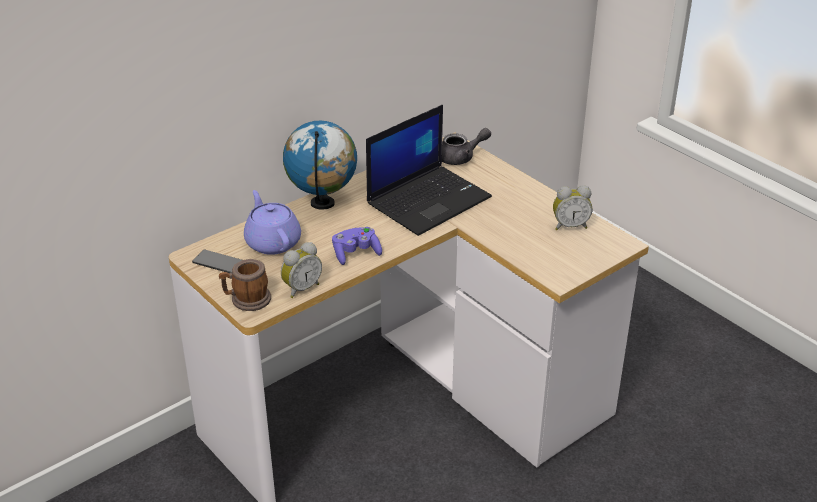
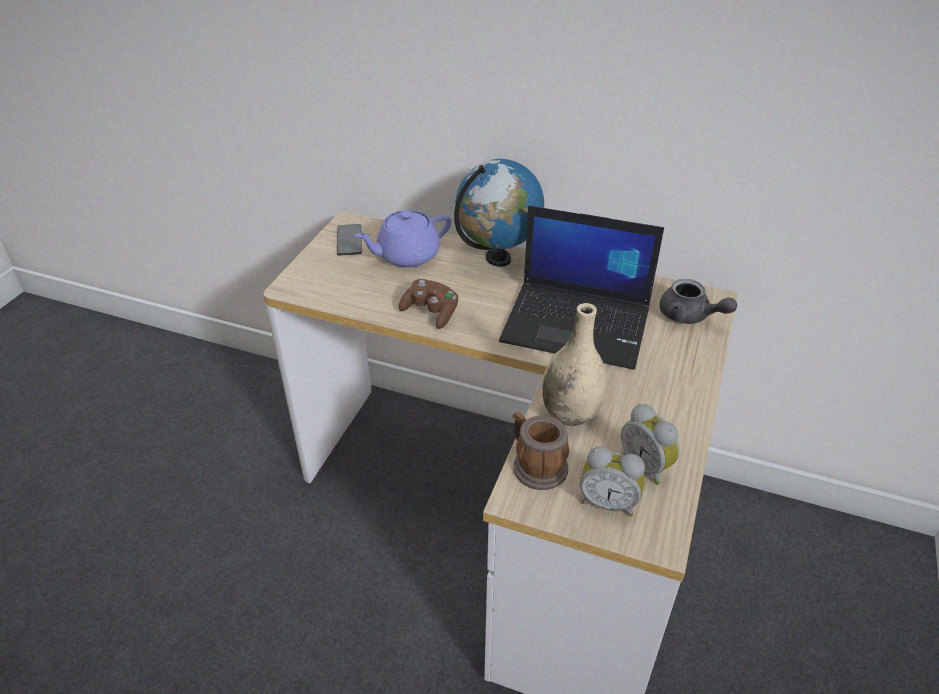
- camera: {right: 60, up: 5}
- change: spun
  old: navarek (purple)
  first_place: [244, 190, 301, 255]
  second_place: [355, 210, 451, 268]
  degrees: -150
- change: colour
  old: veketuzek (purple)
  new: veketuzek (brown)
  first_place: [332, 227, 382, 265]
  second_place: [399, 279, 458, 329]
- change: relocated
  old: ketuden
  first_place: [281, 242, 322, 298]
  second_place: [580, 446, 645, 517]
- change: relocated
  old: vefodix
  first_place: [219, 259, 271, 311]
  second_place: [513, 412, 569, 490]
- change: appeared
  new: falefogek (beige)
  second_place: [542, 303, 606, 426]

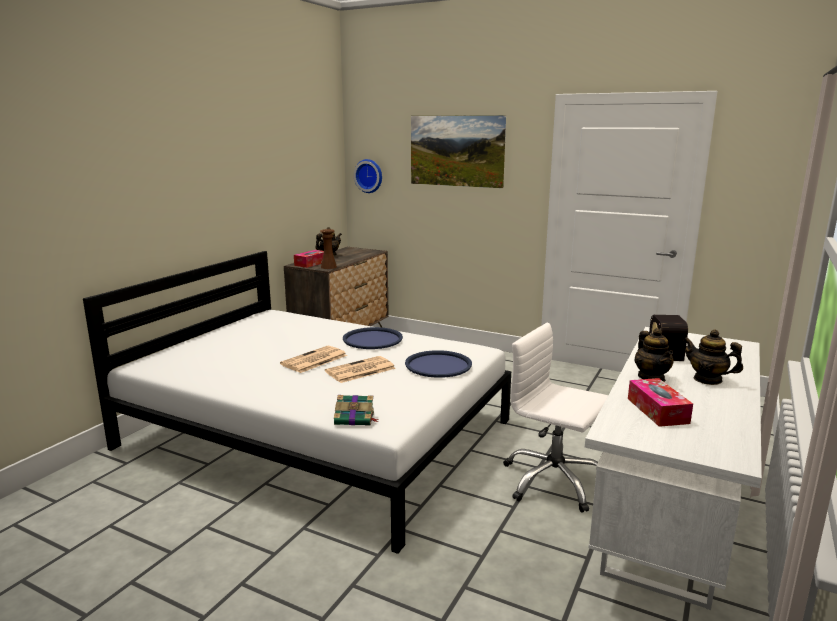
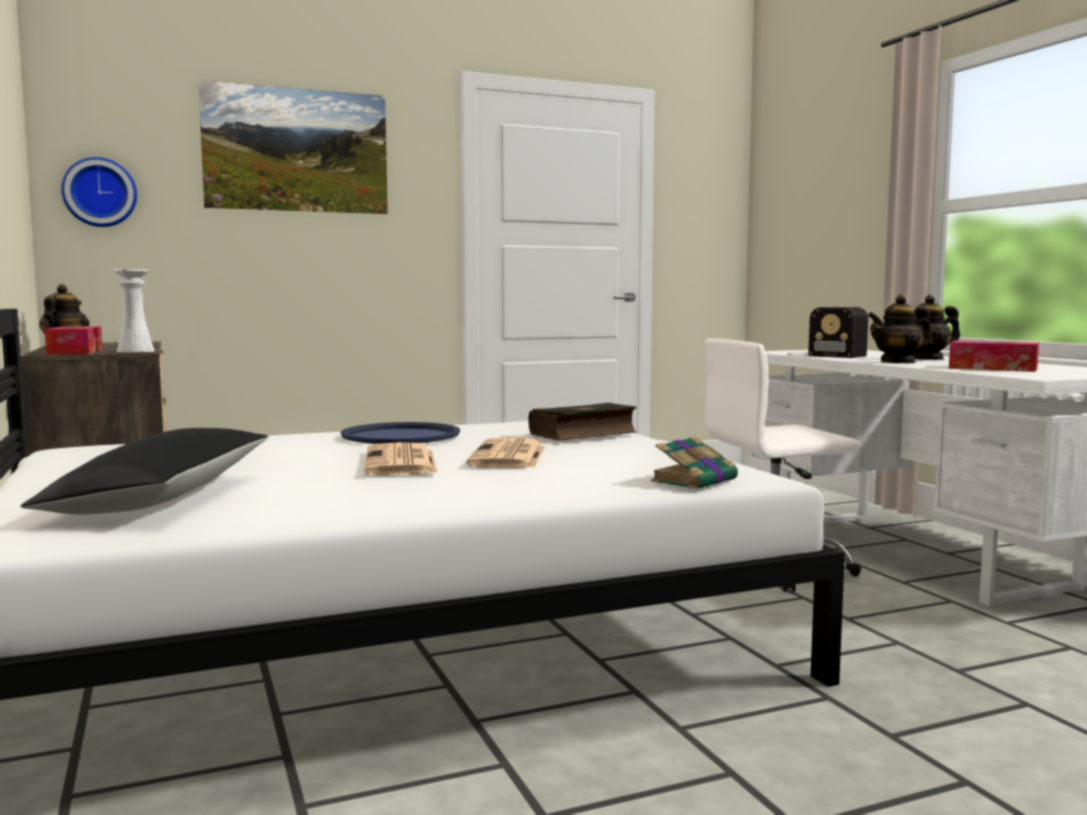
- camera: {right: -50, up: -10}
- change: colour
  old: falefogek (brown)
  new: falefogek (white)
  first_place: [320, 229, 337, 269]
  second_place: [114, 269, 155, 353]
- change: spun
  old: navarek
  first_place: [635, 328, 674, 382]
  second_place: [868, 295, 932, 363]
  degrees: 135
- change: exchanged
  old: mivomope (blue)
  new: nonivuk
  first_place: [405, 350, 472, 378]
  second_place: [529, 403, 637, 441]
- change: appeared
  new: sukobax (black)
  second_place: [20, 428, 268, 515]

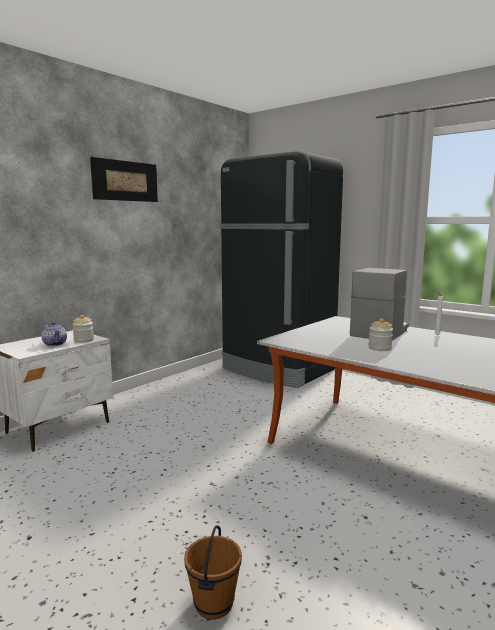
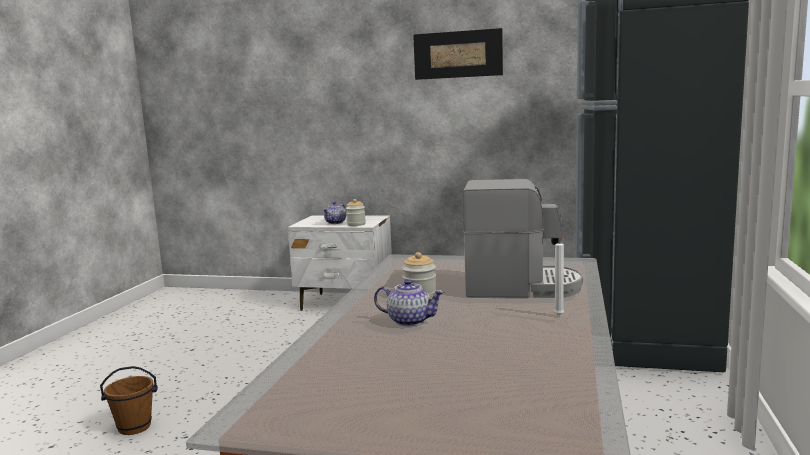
- camera: {right: 65, up: 0}
- change: appeared
  new: navarek
  second_place: [374, 279, 444, 326]

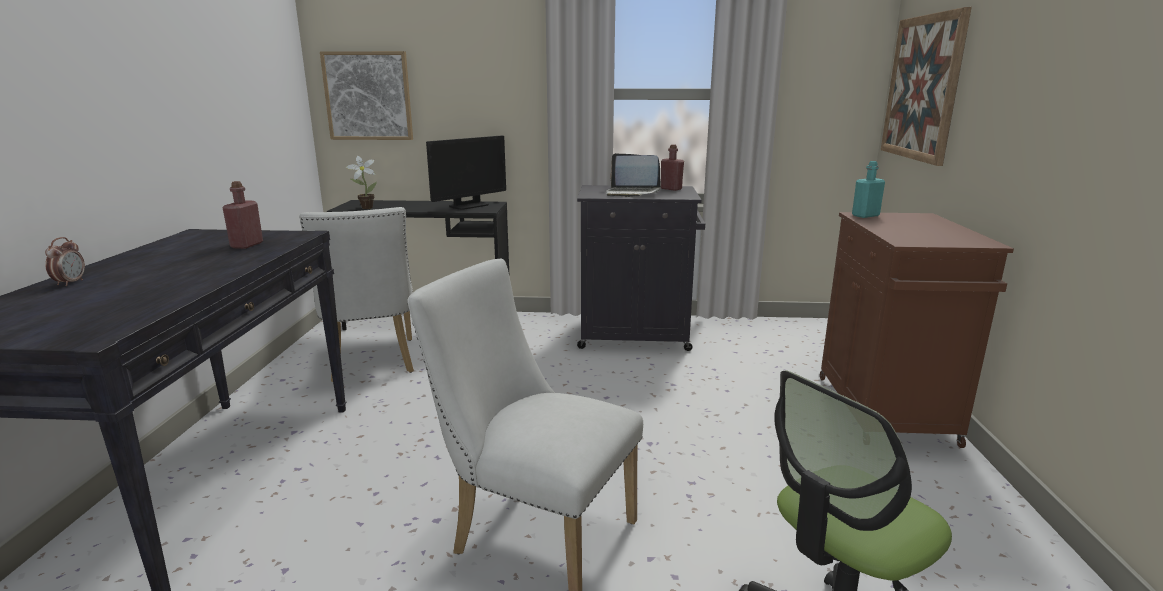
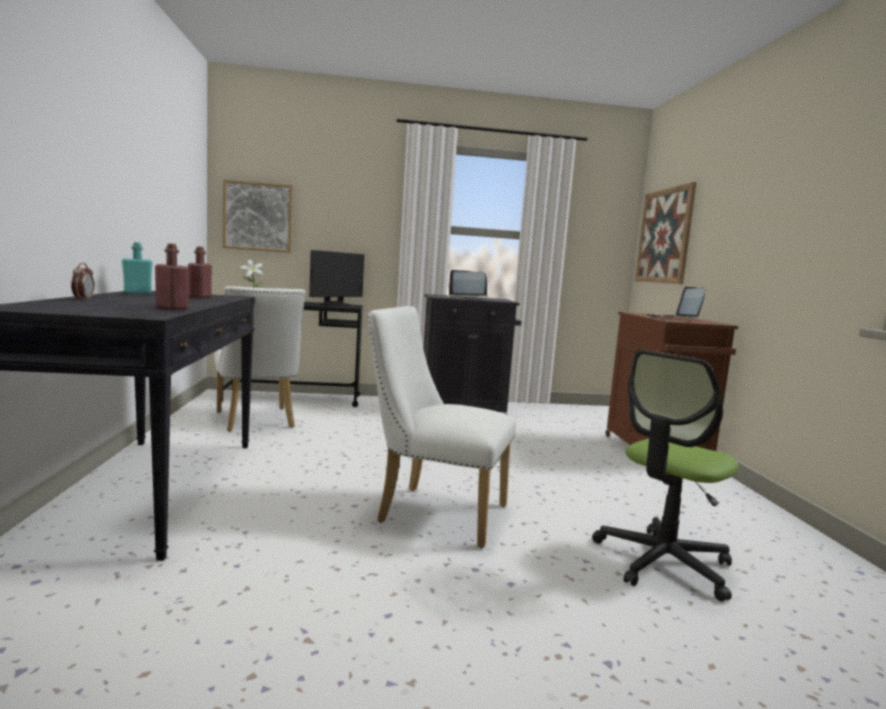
- camera: {right: -10, up: -10}
- change: relocated
  old: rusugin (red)
  first_place: [661, 144, 684, 191]
  second_place: [155, 243, 189, 310]
- change: relocated
  old: rusugin (turquoise)
  first_place: [852, 161, 885, 218]
  second_place: [122, 242, 153, 294]
- change: appeared
  new: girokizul
  second_place: [646, 287, 706, 318]

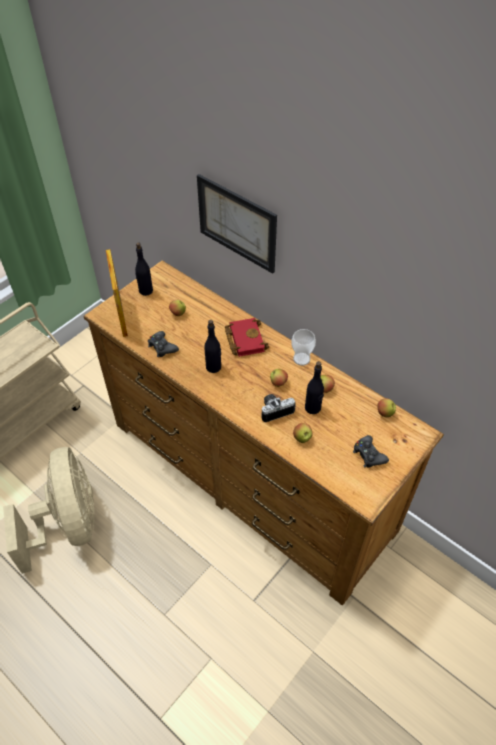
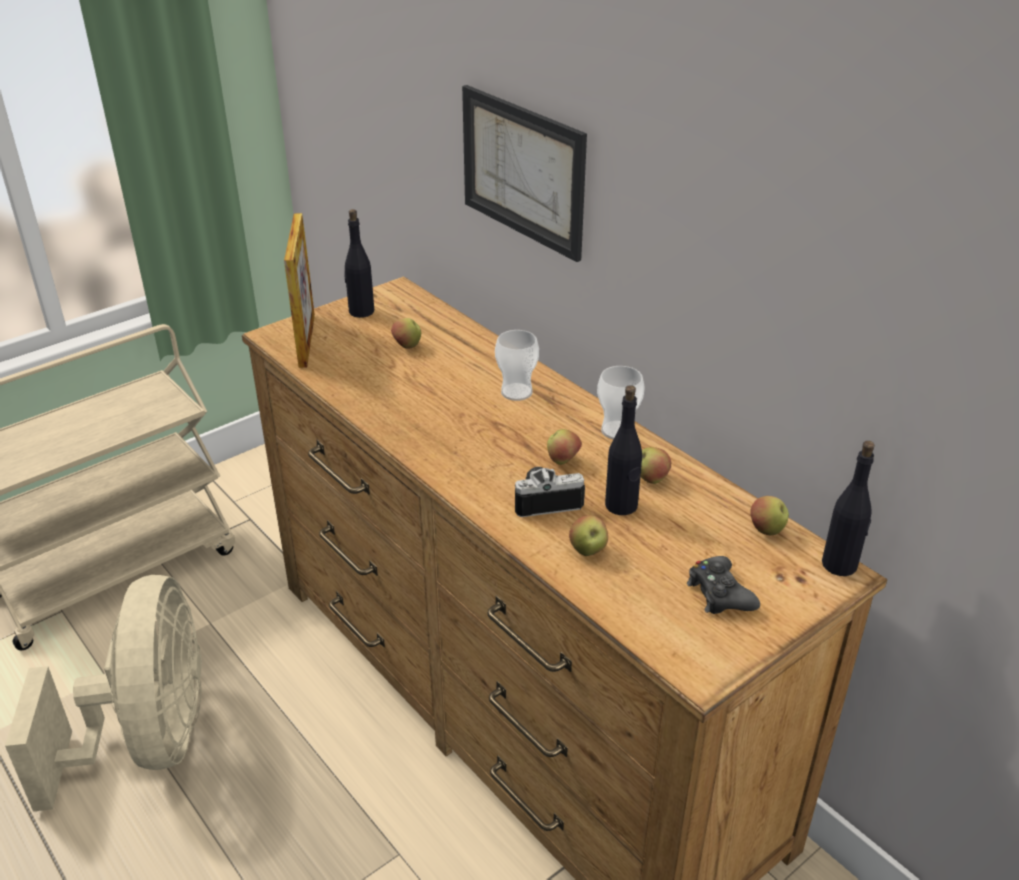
- camera: {right: 10, up: -15}
- change: exchanged
  old: nonivuk (red)
  new: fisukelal
  first_place: [225, 318, 269, 357]
  second_place: [495, 330, 539, 401]
- change: relocated
  old: rusugin (black)
  first_place: [204, 320, 221, 373]
  second_place: [822, 441, 875, 576]
- change: missing
  old: veketuzek (black)
  first_place: [148, 331, 179, 357]

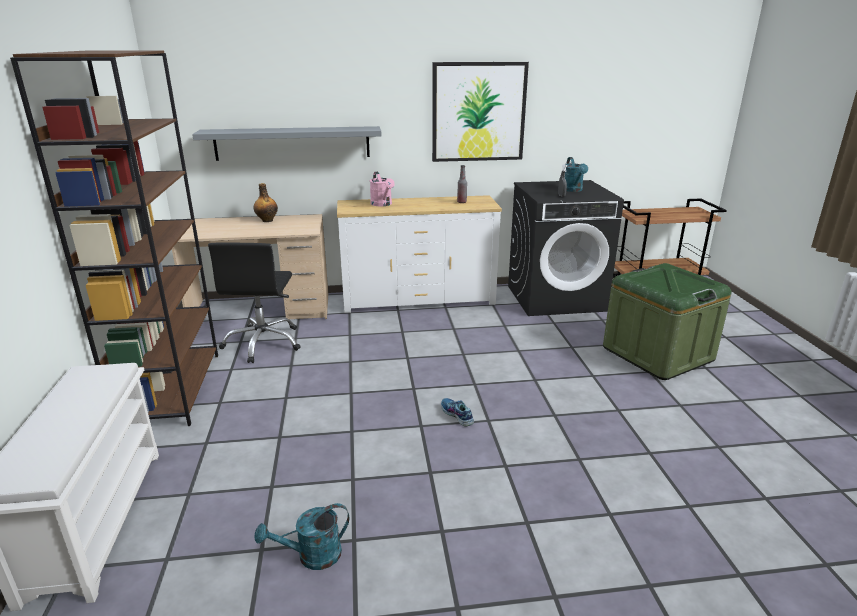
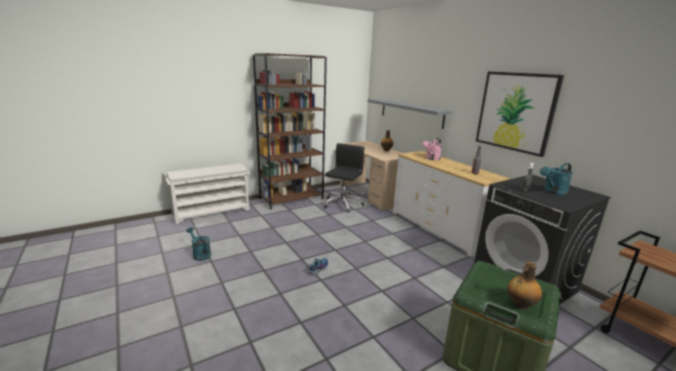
- camera: {right: 65, up: -5}
- change: spun
  old: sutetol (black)
  first_place: [208, 242, 301, 363]
  second_place: [324, 143, 365, 213]
  degrees: 135
- change: appeared
  new: rusugin
  second_place: [508, 262, 542, 309]

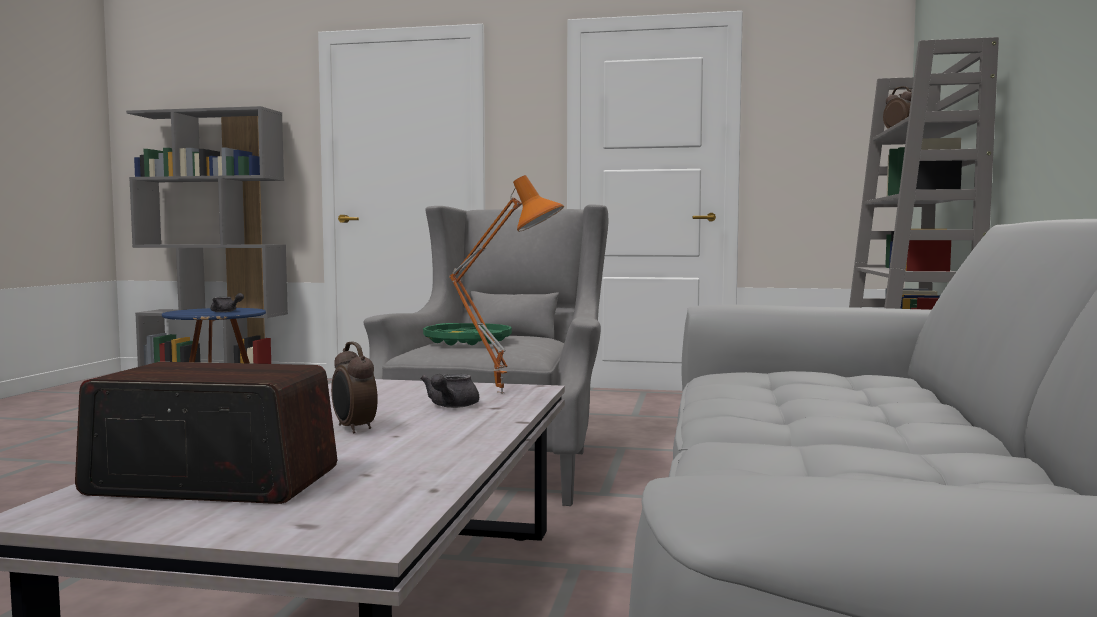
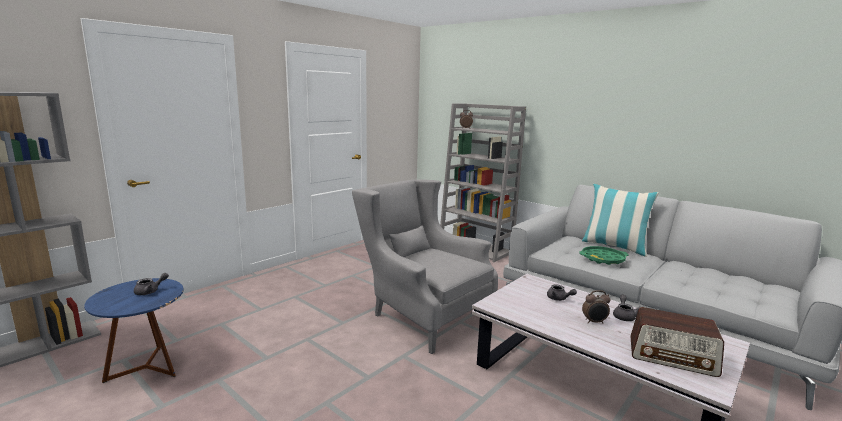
- camera: {right: -60, up: 10}
- change: missing
  old: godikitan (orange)
  first_place: [449, 175, 564, 394]
- change: relocated
  old: mivomope (green)
  first_place: [423, 323, 512, 345]
  second_place: [579, 246, 629, 265]
- change: spun
  old: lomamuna
  first_place: [75, 362, 337, 504]
  second_place: [630, 307, 724, 377]
  degrees: -105
- change: appeared
  new: sukobax
  second_place: [582, 184, 659, 257]
- change: appeared
  new: navarek (grey)
  second_place: [613, 295, 640, 321]

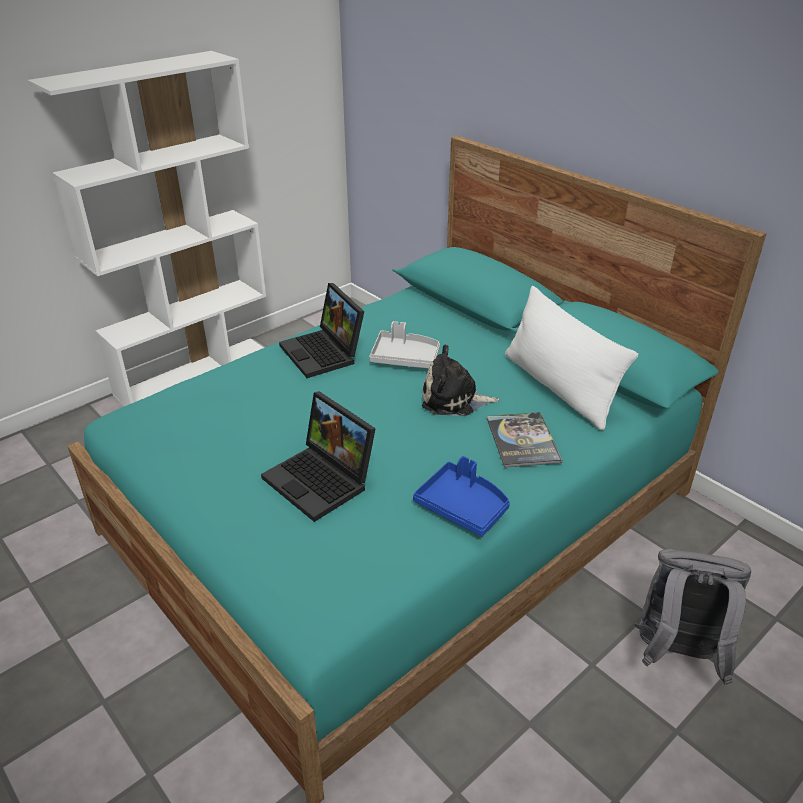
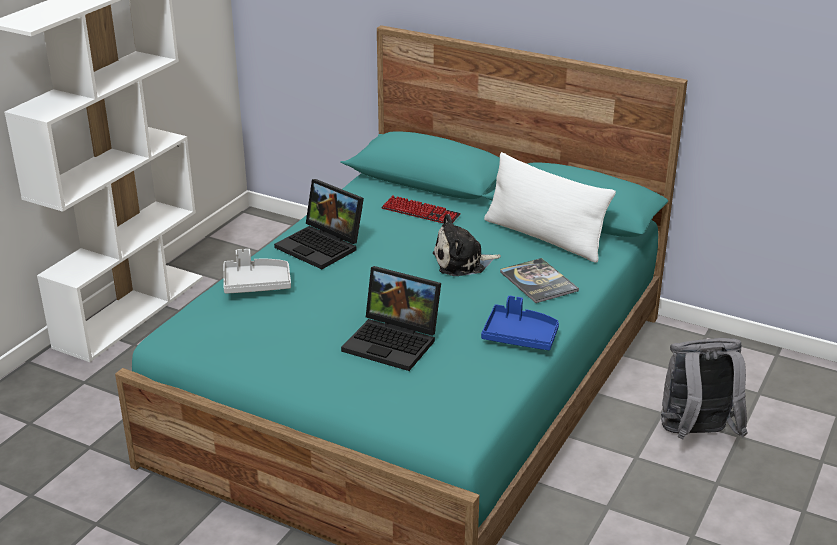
- camera: {right: -20, up: -5}
- change: relocated
  old: mivomope (grey)
  first_place: [369, 321, 440, 368]
  second_place: [223, 249, 291, 294]
- change: appeared
  new: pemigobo
  second_place: [381, 195, 461, 224]

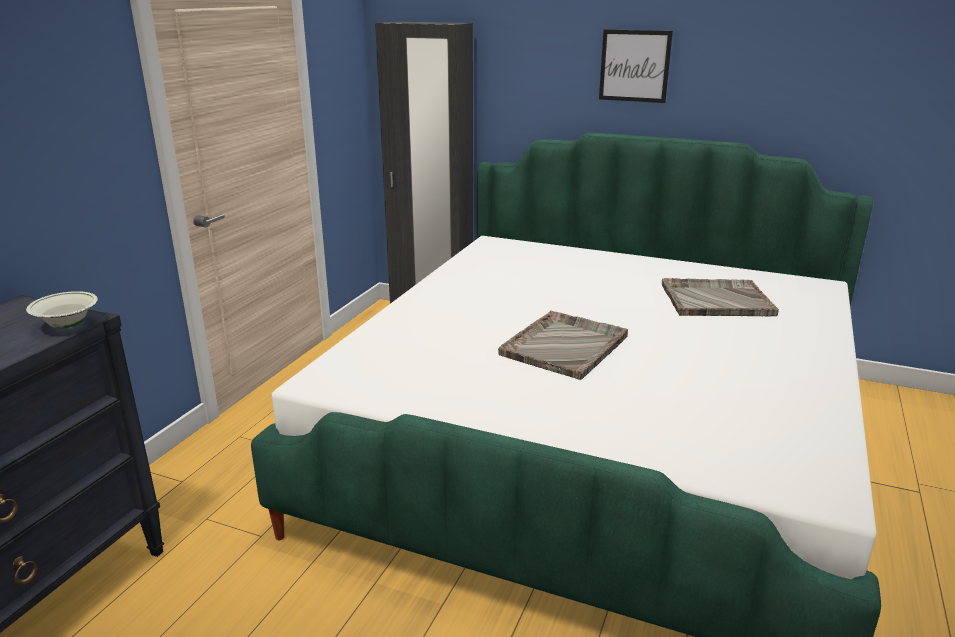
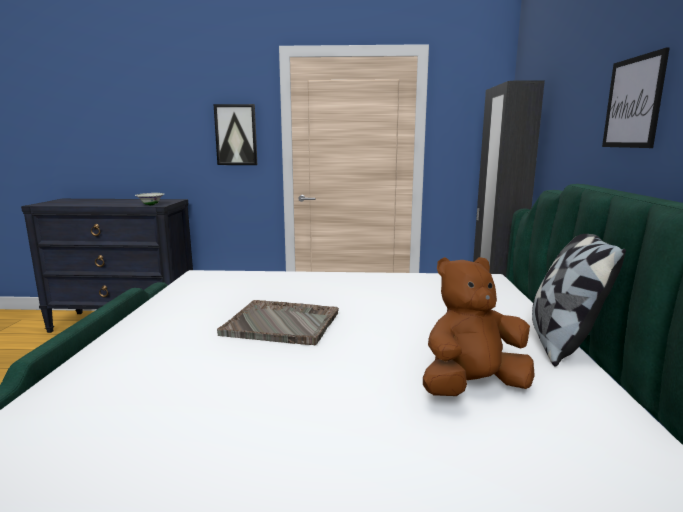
- camera: {right: 70, up: -10}
- change: exchanged
  old: mivomope (grey)
  new: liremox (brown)
  first_place: [662, 278, 779, 316]
  second_place: [423, 257, 535, 396]
- change: appeared
  new: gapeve
  second_place: [214, 104, 257, 165]
- change: appeared
  new: sukobax
  second_place: [532, 234, 626, 367]

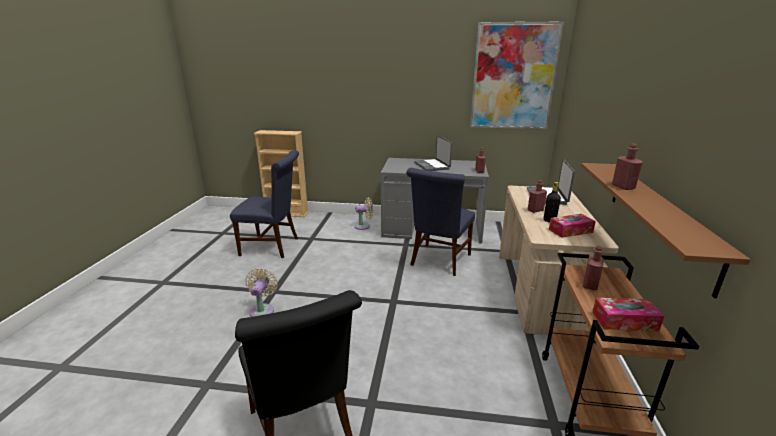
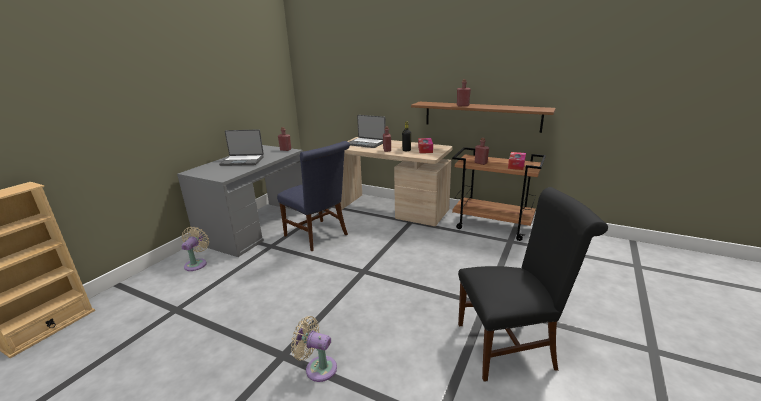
- camera: {right: -70, up: 0}
- change: missing
  old: gapeve
  first_place: [470, 22, 564, 129]
- change: missing
  old: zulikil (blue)
  first_place: [230, 150, 299, 258]

